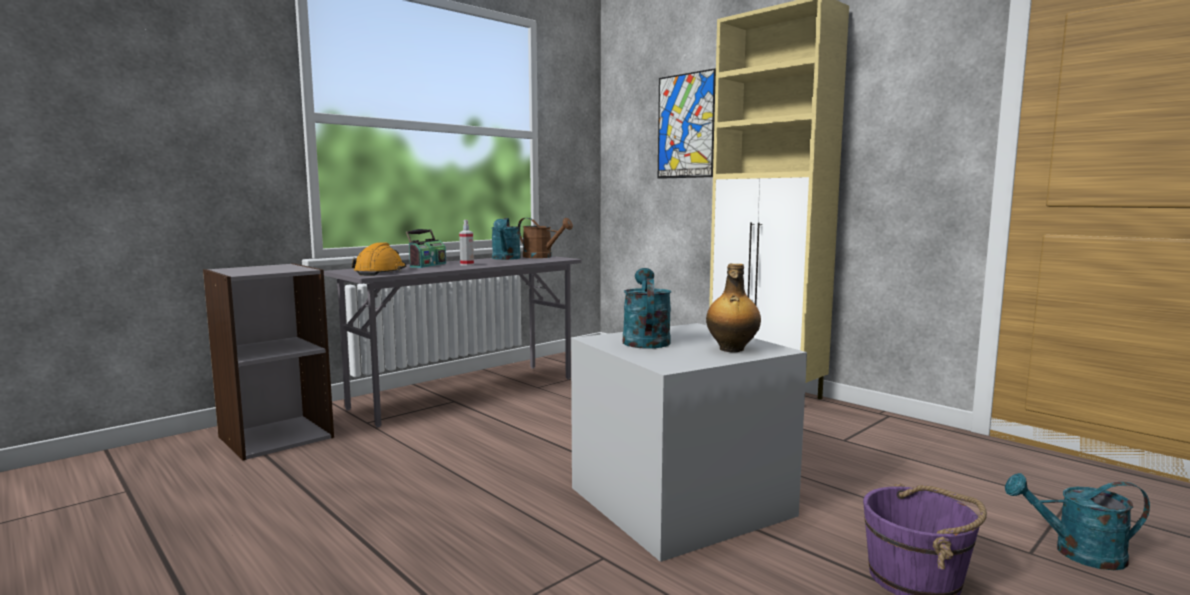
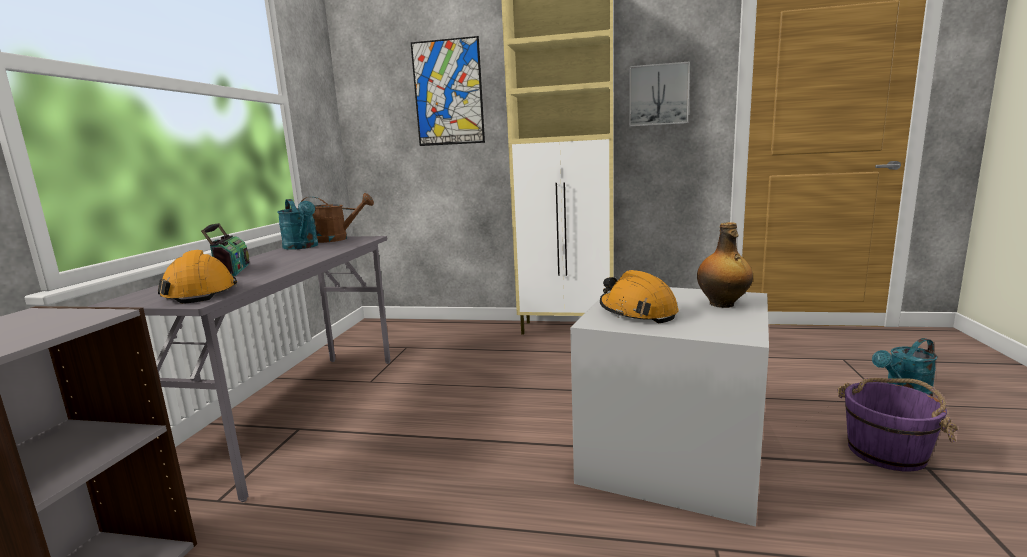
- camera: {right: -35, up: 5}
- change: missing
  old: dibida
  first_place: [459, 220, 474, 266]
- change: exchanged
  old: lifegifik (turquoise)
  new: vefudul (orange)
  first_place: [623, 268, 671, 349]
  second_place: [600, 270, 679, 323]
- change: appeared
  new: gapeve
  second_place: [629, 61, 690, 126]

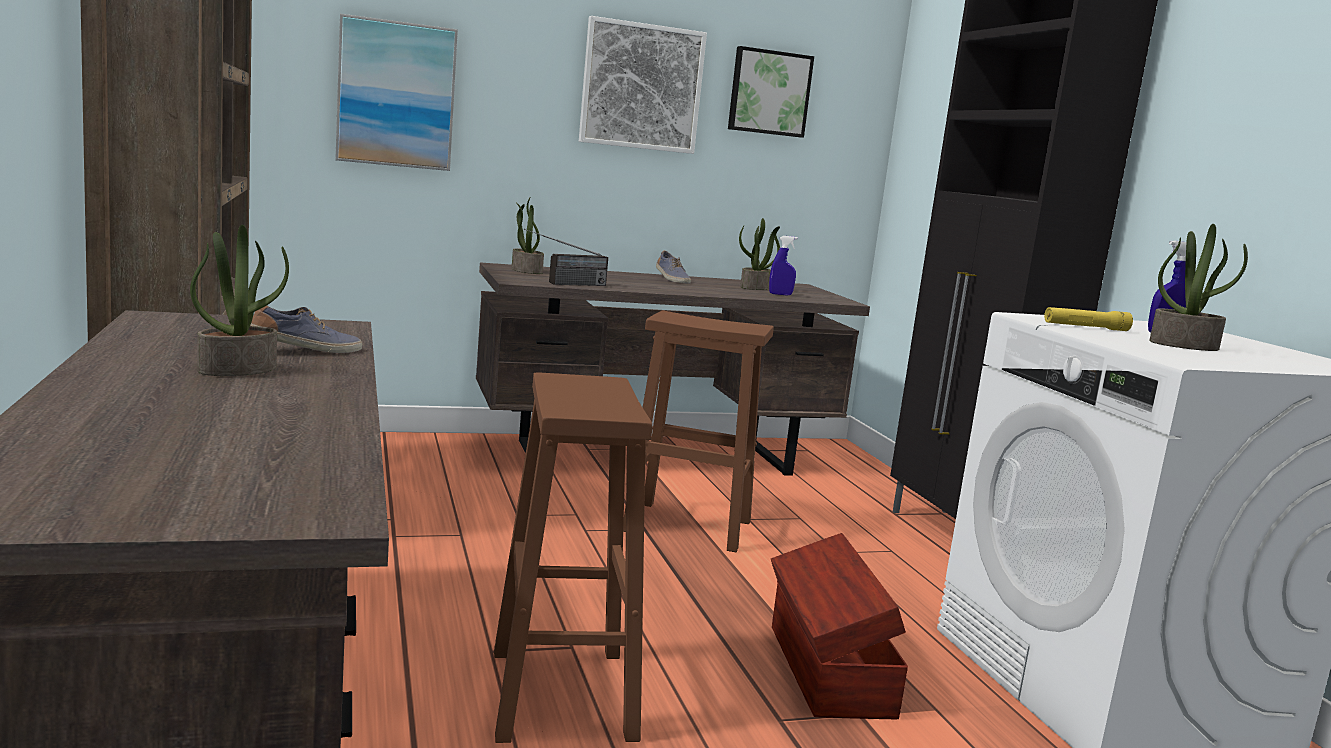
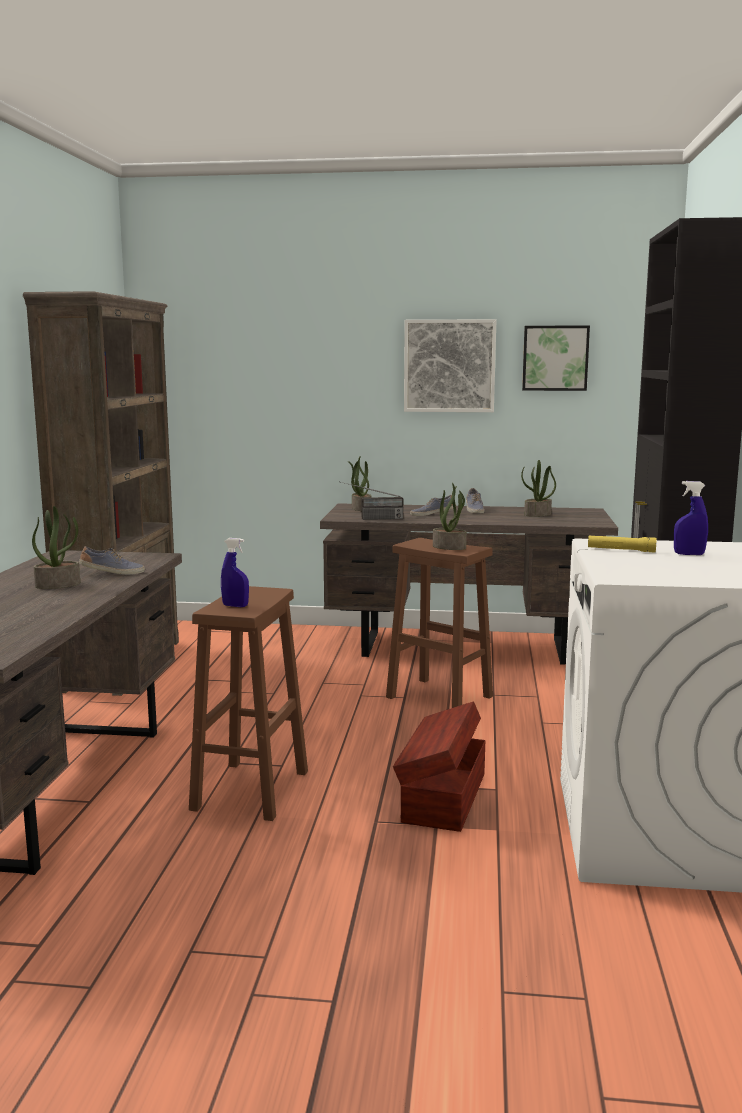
- camera: {right: 25, up: 0}
- change: missing
  old: gapeve
  first_place: [335, 14, 458, 171]
- change: relocated
  old: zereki
  first_place: [1149, 224, 1248, 351]
  second_place: [433, 483, 467, 550]
- change: relocated
  old: dibida (blue)
  first_place: [769, 236, 798, 295]
  second_place: [221, 538, 249, 607]
- change: appeared
  new: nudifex
  second_place: [410, 495, 456, 516]

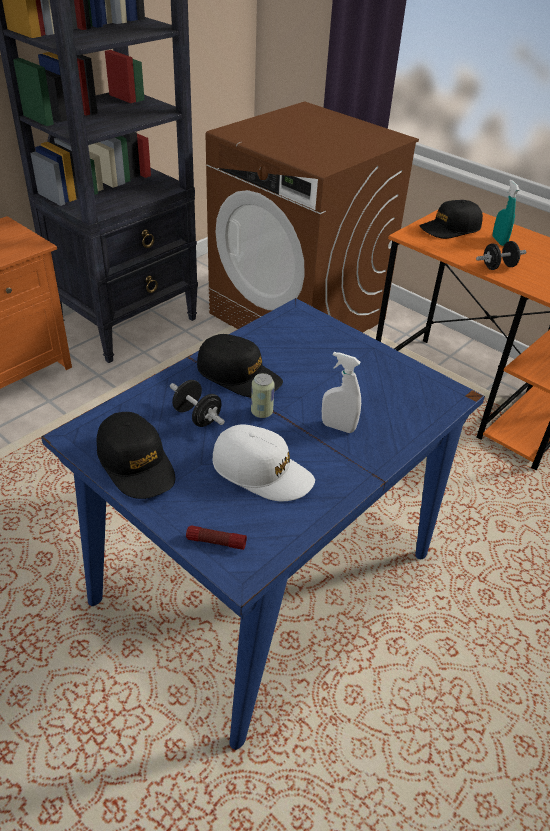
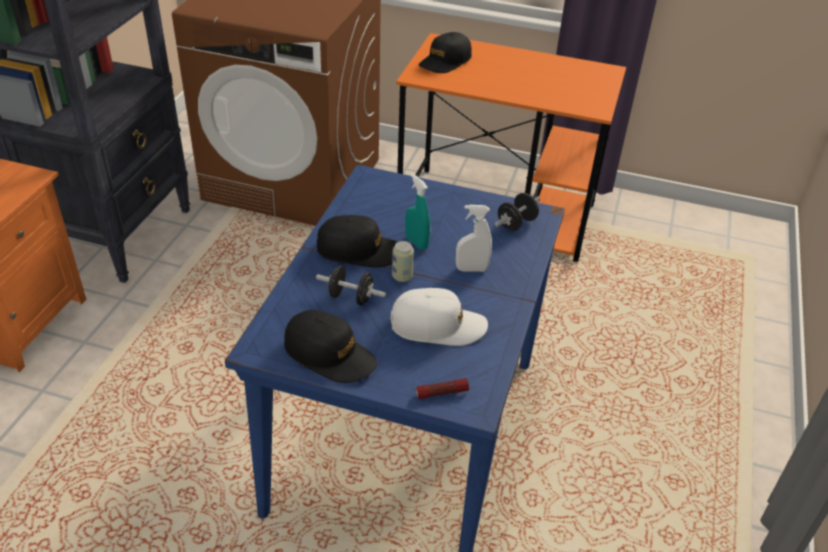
- camera: {right: -25, up: 0}
- change: relocated
  old: dibida (turquoise)
  first_place: [492, 180, 520, 246]
  second_place: [405, 174, 430, 250]
- change: relocated
  old: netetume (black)
  first_place: [476, 241, 526, 270]
  second_place: [495, 193, 540, 231]

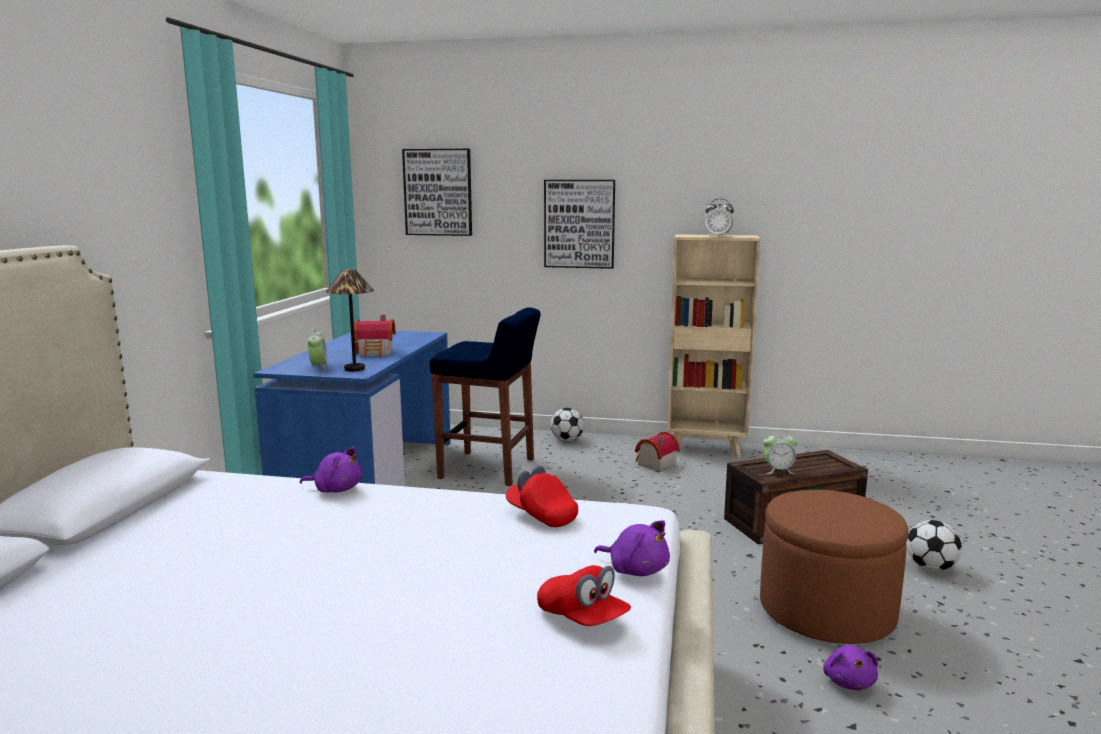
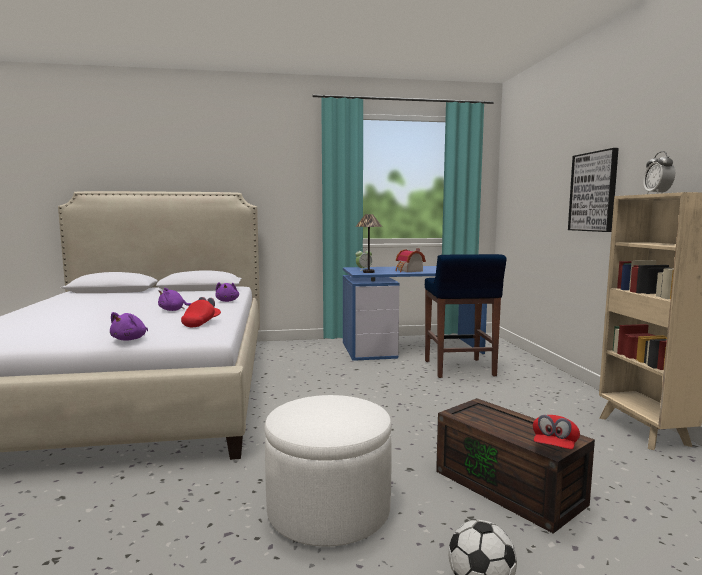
- camera: {right: 70, up: -5}
- change: missing
  old: gapeve
  first_place: [402, 149, 472, 236]
- change: missing
  old: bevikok
  first_place: [550, 408, 584, 441]
- change: missing
  old: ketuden
  first_place: [763, 431, 798, 474]
- change: missing
  old: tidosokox
  first_place: [635, 432, 680, 472]
- change: colour
  old: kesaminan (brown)
  new: kesaminan (white)
  first_place: [760, 490, 909, 644]
  second_place: [264, 395, 392, 547]
- change: relocated
  old: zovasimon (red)
  first_place: [537, 565, 631, 626]
  second_place: [533, 415, 580, 449]
- change: relocated
  old: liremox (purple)
  first_place: [823, 645, 878, 690]
  second_place: [158, 288, 192, 311]

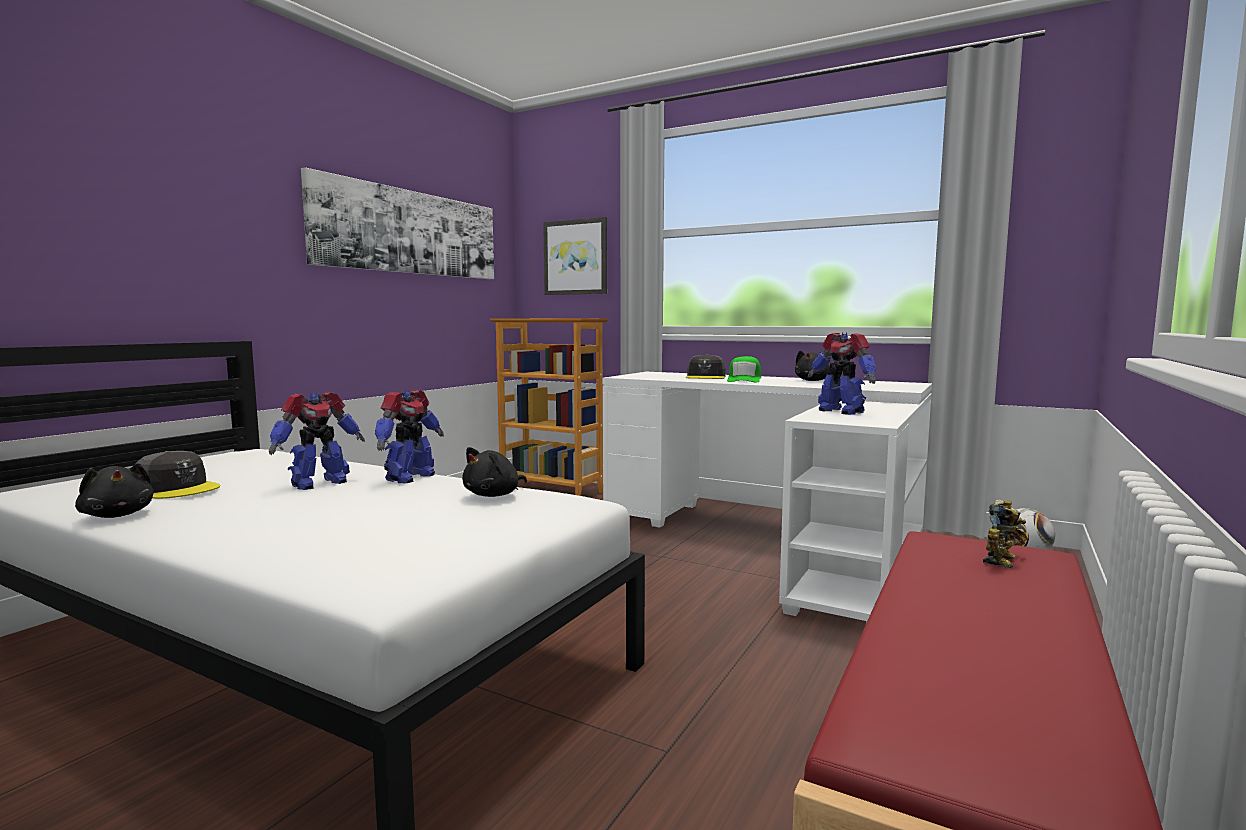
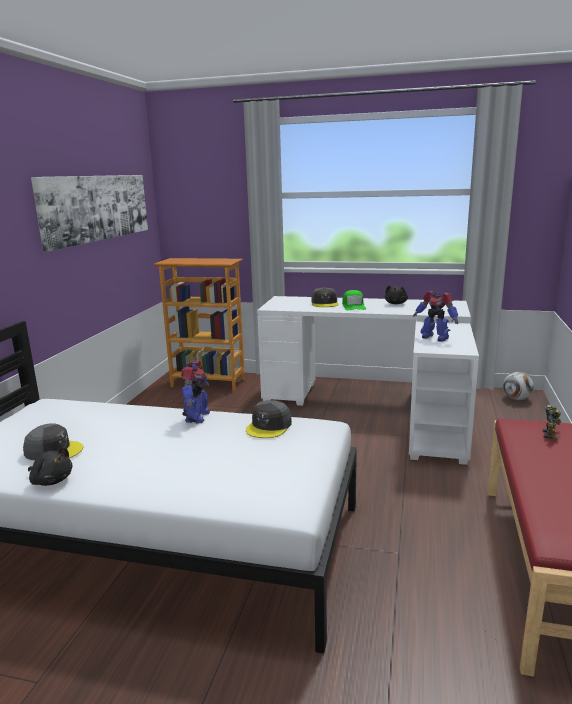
- camera: {right: -15, up: 10}
- change: missing
  old: gapeve
  first_place: [543, 217, 607, 295]
- change: missing
  old: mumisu
  first_place: [269, 392, 365, 490]
- change: exchanged
  old: liremox (black)
  new: zovasimon (grey)
  first_place: [462, 447, 527, 497]
  second_place: [246, 400, 292, 438]

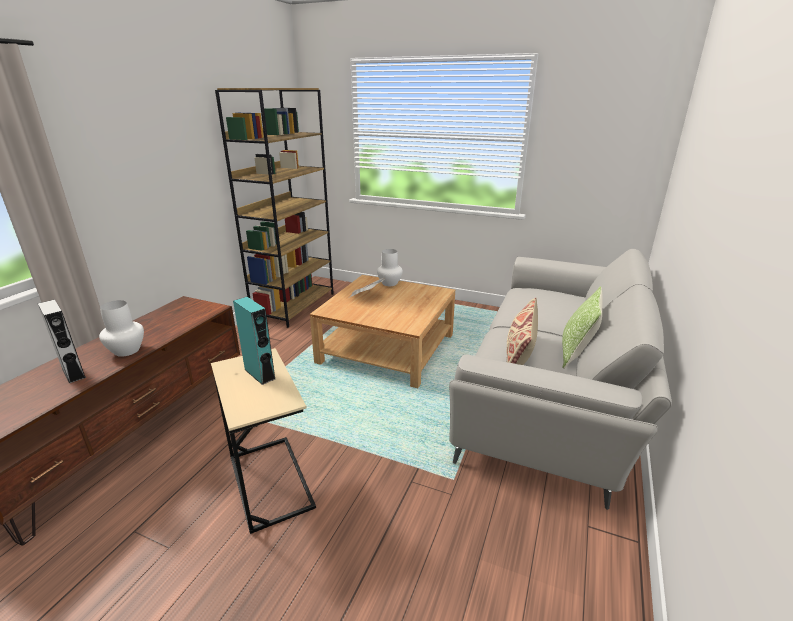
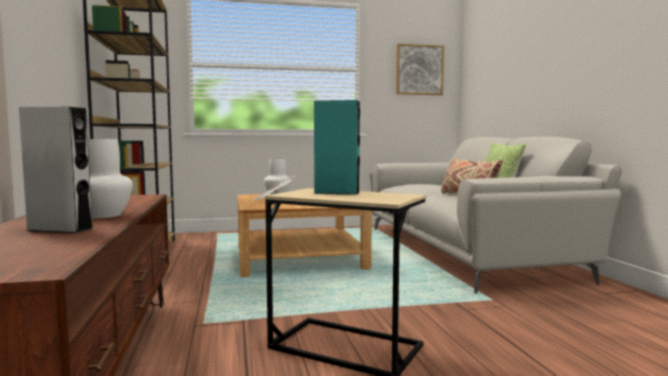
- camera: {right: -35, up: -20}
- change: appeared
  new: gapeve
  second_place: [396, 44, 444, 95]

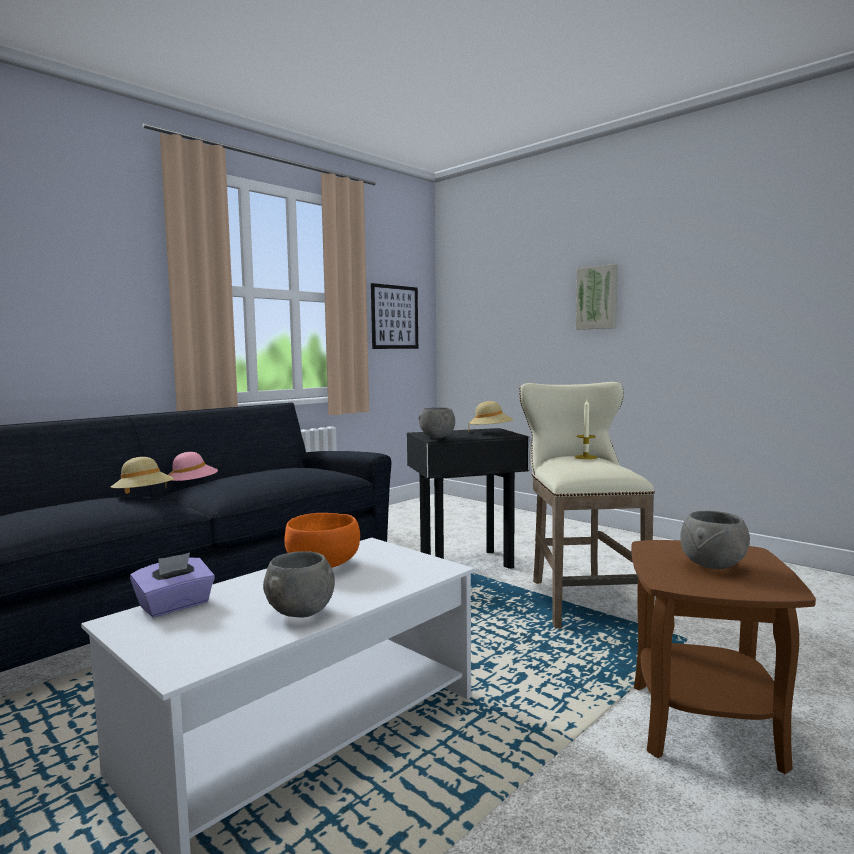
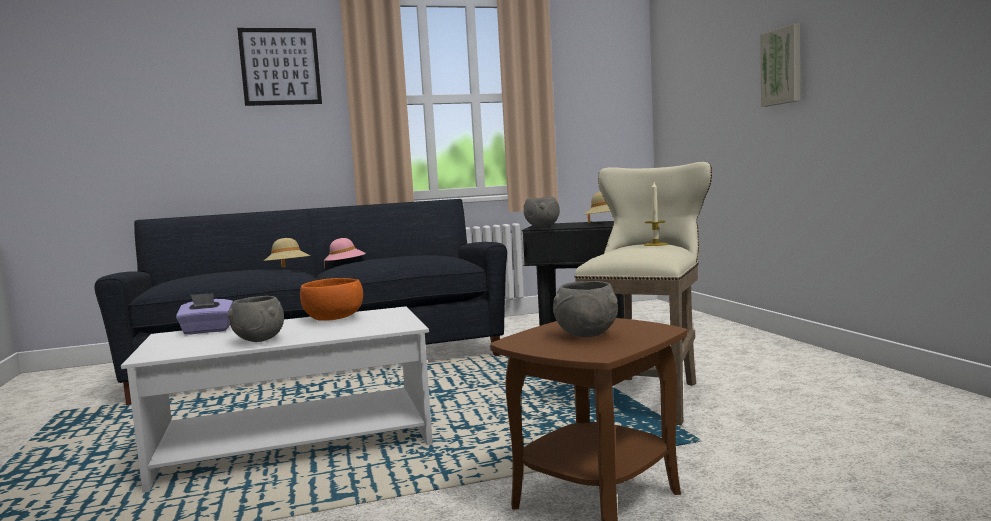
- camera: {right: 30, up: 0}
- change: relocated
  old: gapeve
  first_place: [371, 283, 418, 349]
  second_place: [237, 28, 322, 106]

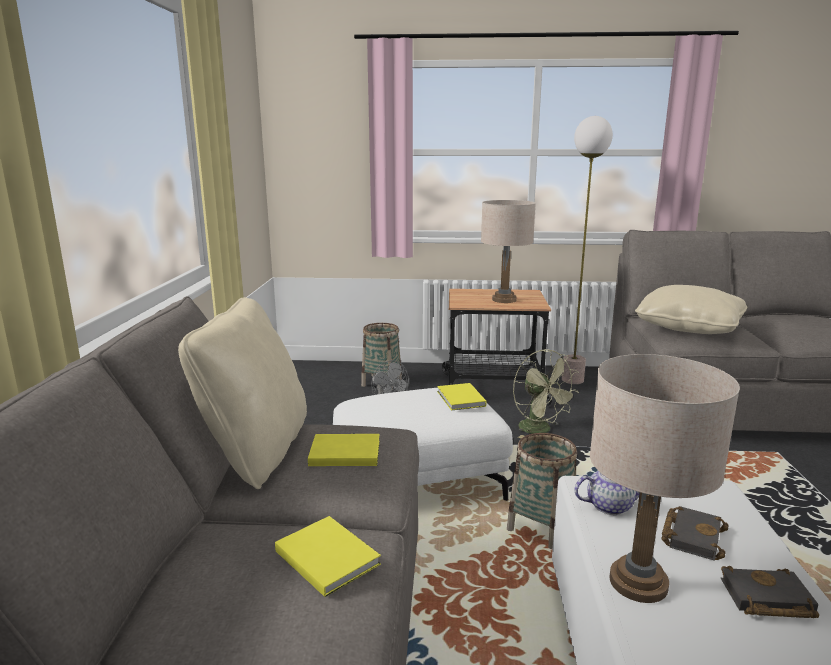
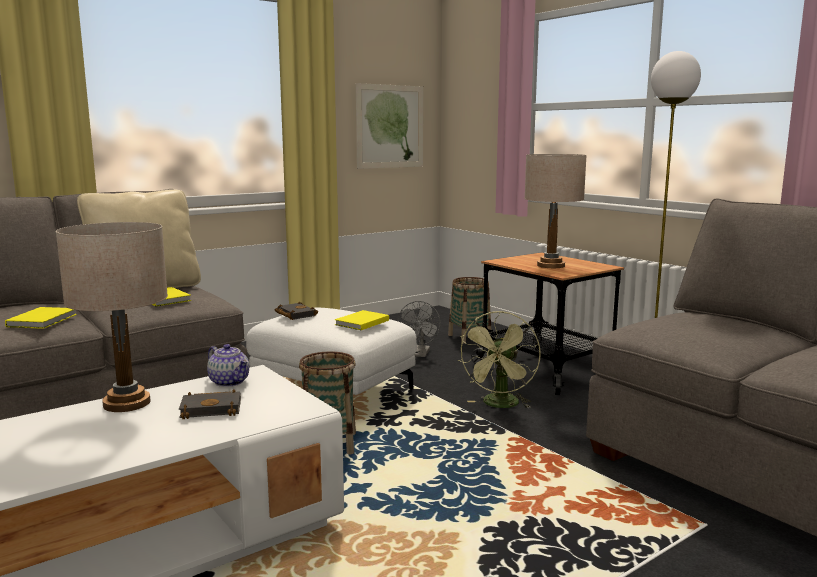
- camera: {right: 50, up: -5}
- change: missing
  old: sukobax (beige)
  first_place: [635, 285, 747, 334]
- change: relocated
  old: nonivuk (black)
  first_place: [721, 566, 819, 618]
  second_place: [275, 302, 318, 320]
- change: appeared
  new: gapeve
  second_place: [356, 83, 423, 169]

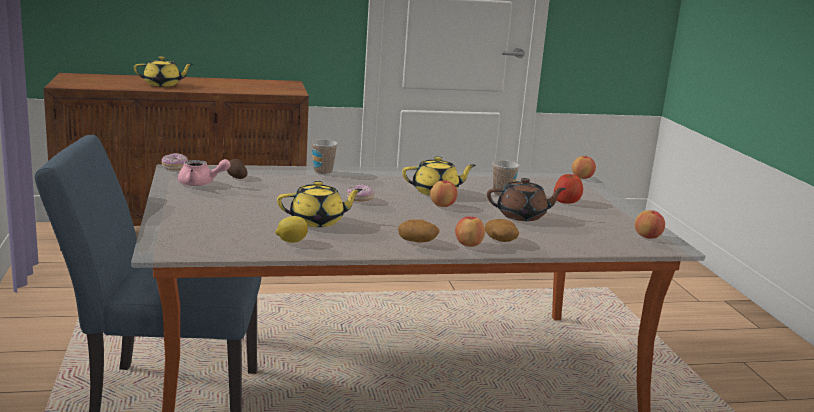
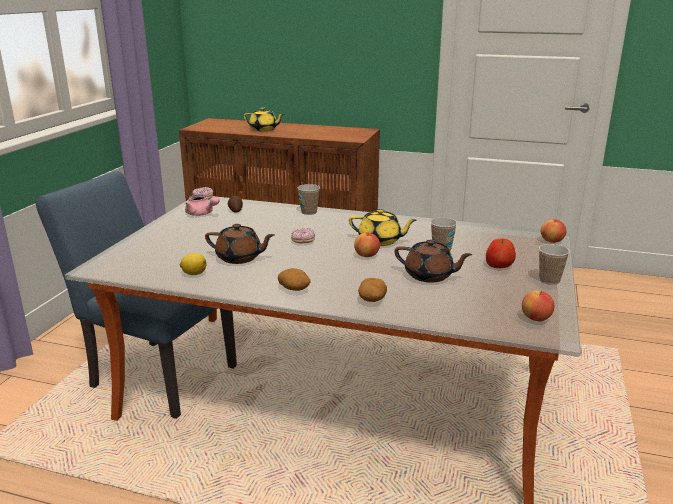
- camera: {right: 30, up: 5}
- change: colour
  old: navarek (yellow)
  new: navarek (brown)
  first_place: [277, 181, 363, 227]
  second_place: [205, 224, 275, 264]
- change: missing
  old: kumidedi
  first_place: [455, 215, 485, 247]
- change: appeared
  new: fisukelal
  second_place: [539, 244, 570, 285]

